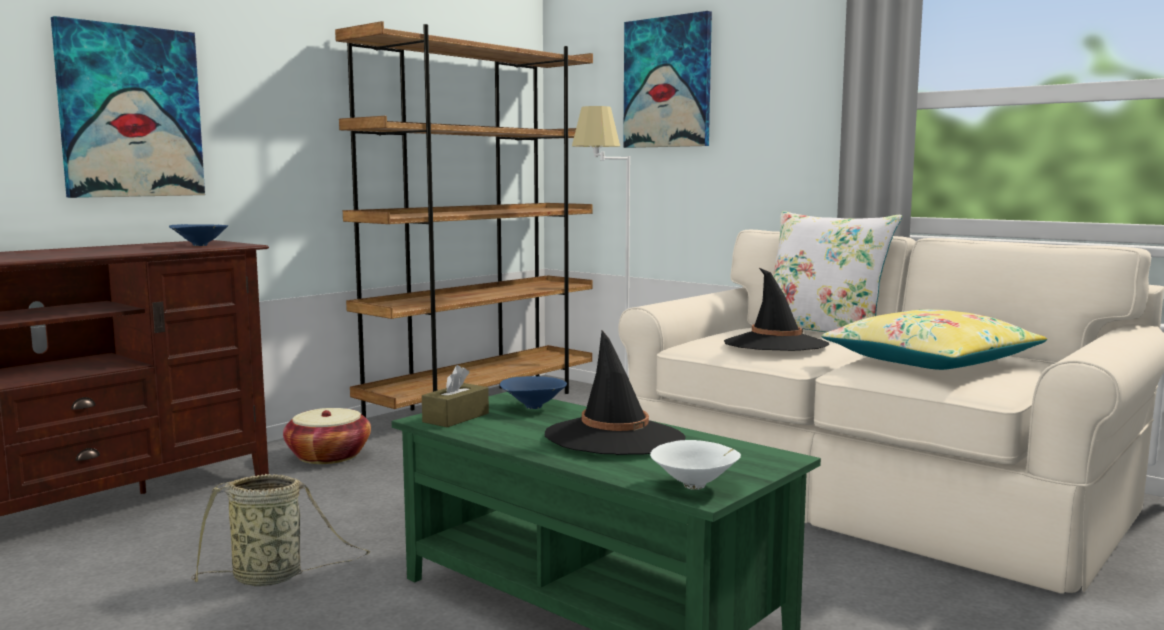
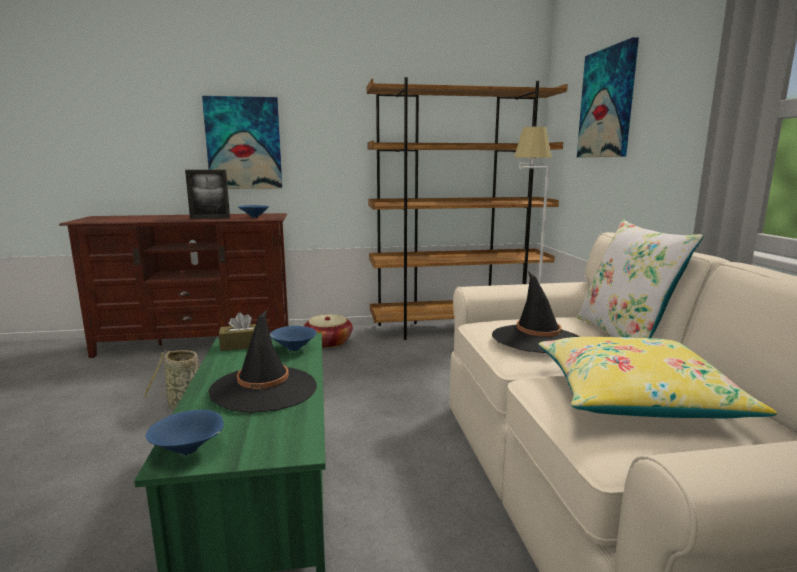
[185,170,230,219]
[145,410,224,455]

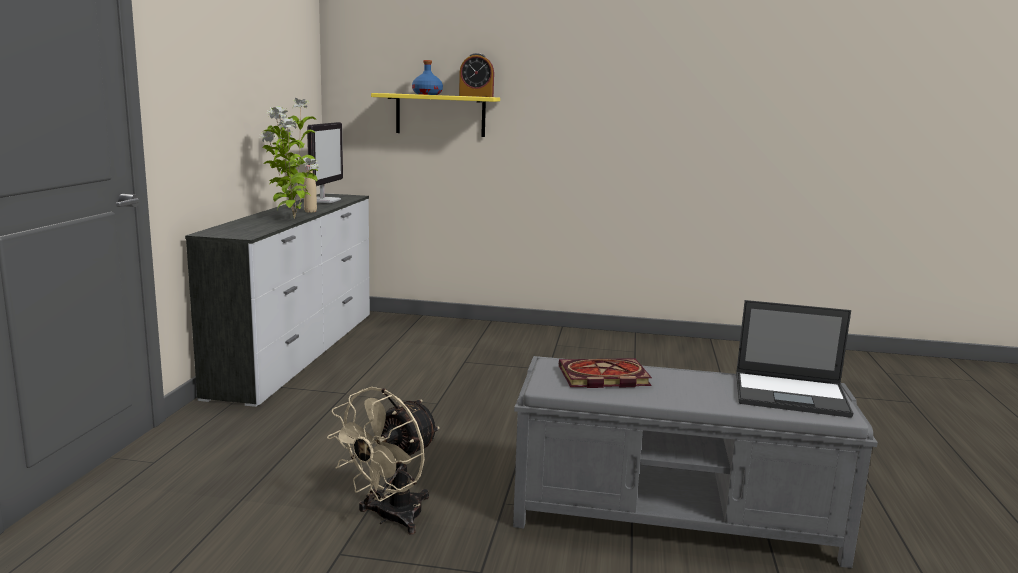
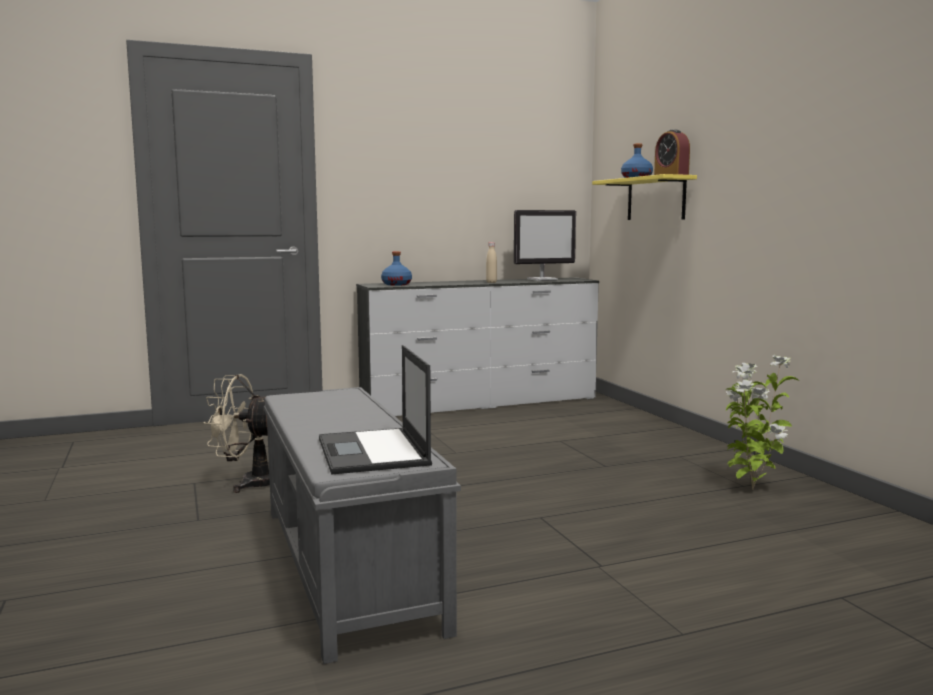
[559,358,652,388] (first image)
[381,251,412,286]
[725,354,799,490]

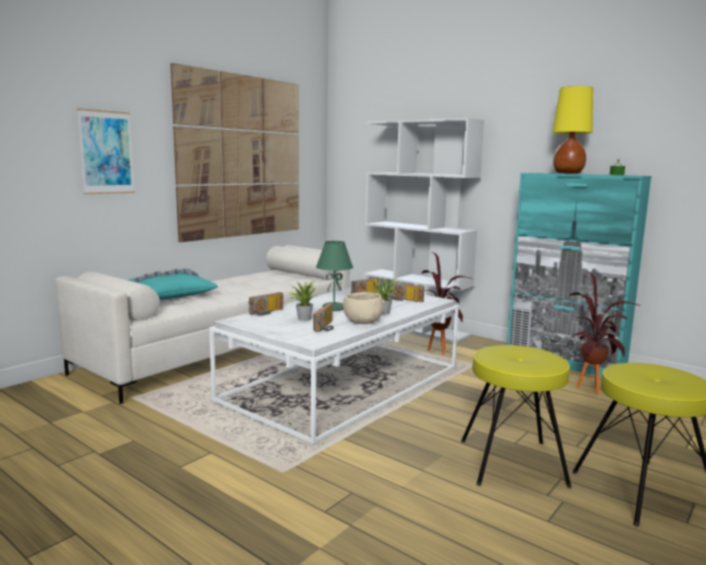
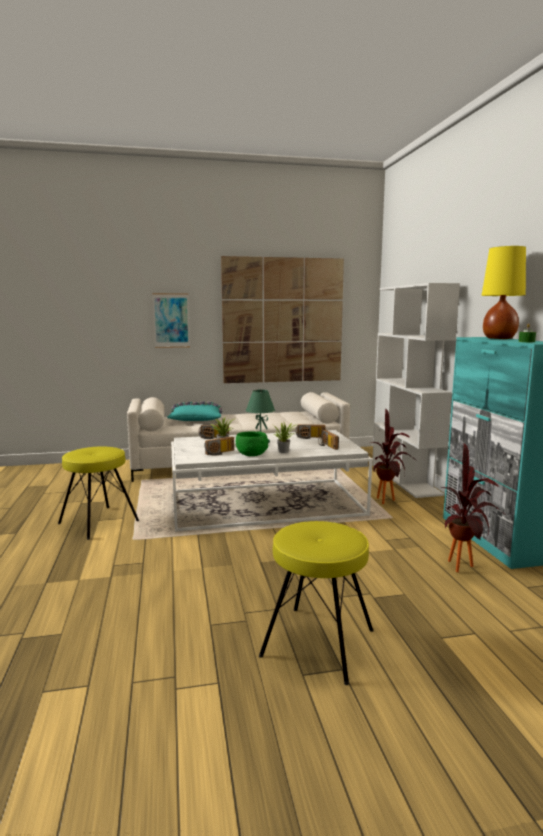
[58,447,139,540]
[236,431,268,456]

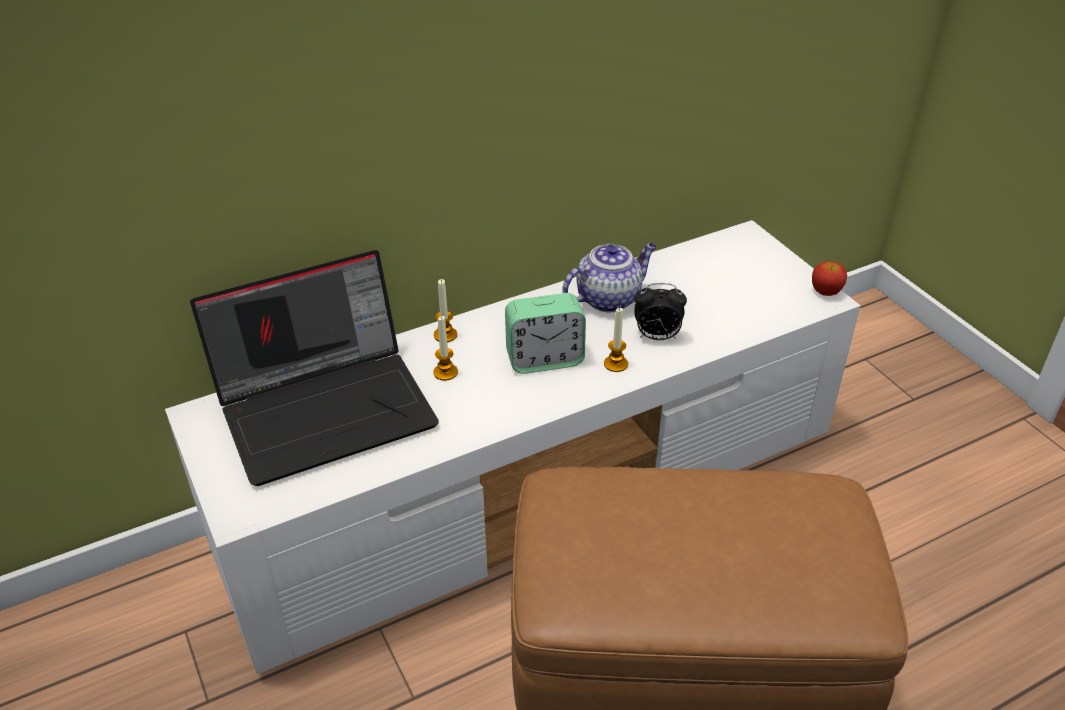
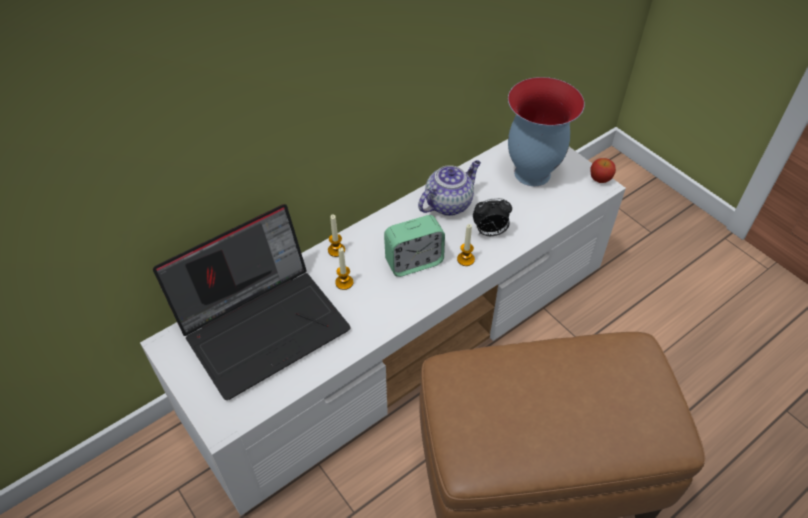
[508,77,585,186]

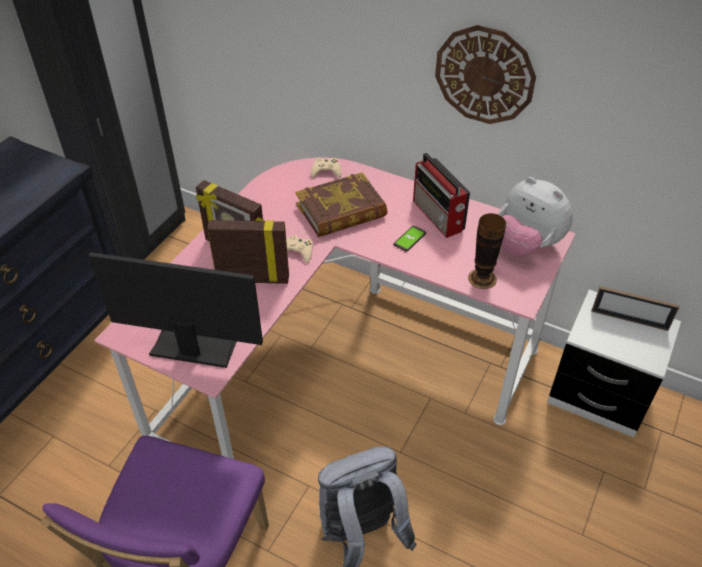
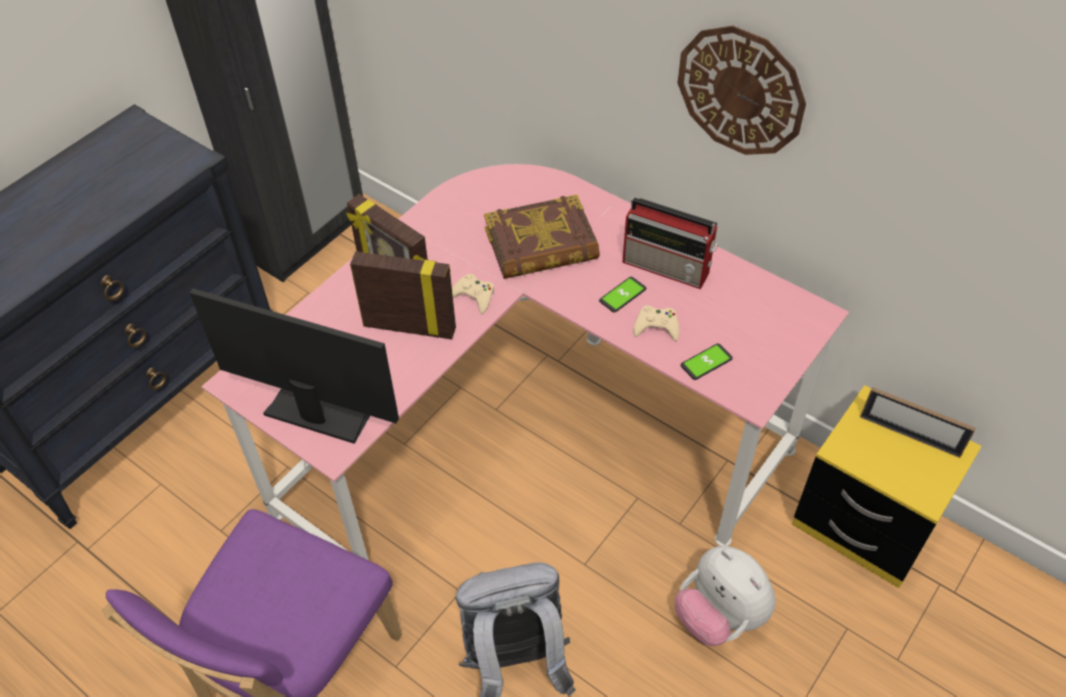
[633,305,679,341]
[675,546,776,646]
[681,344,733,380]
[792,385,982,588]
[622,198,718,289]

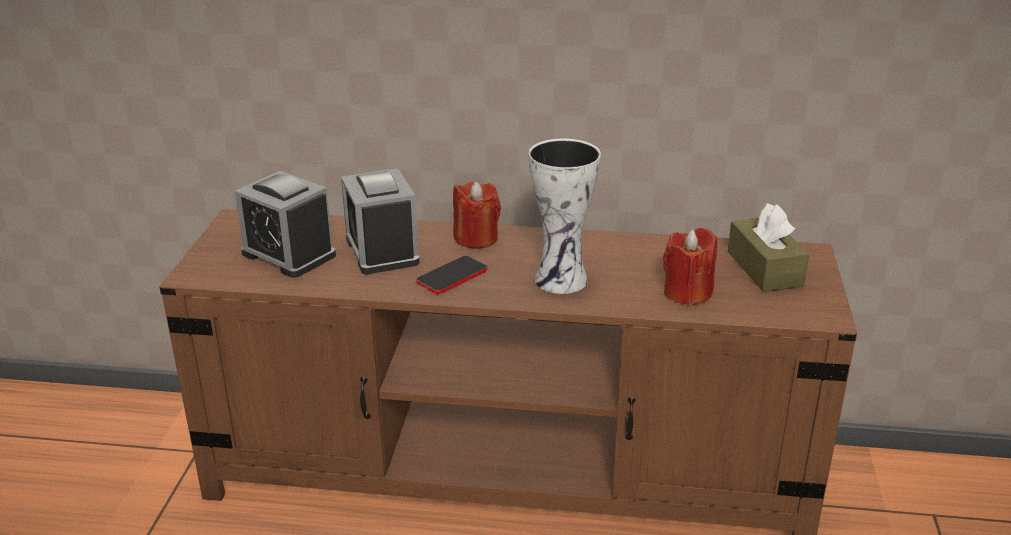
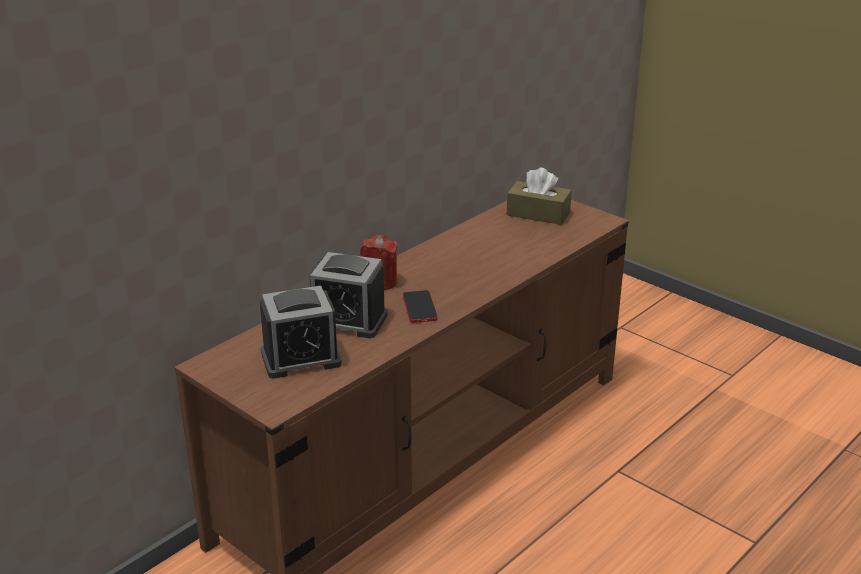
[529,139,601,294] (first image)
[663,228,717,306] (first image)

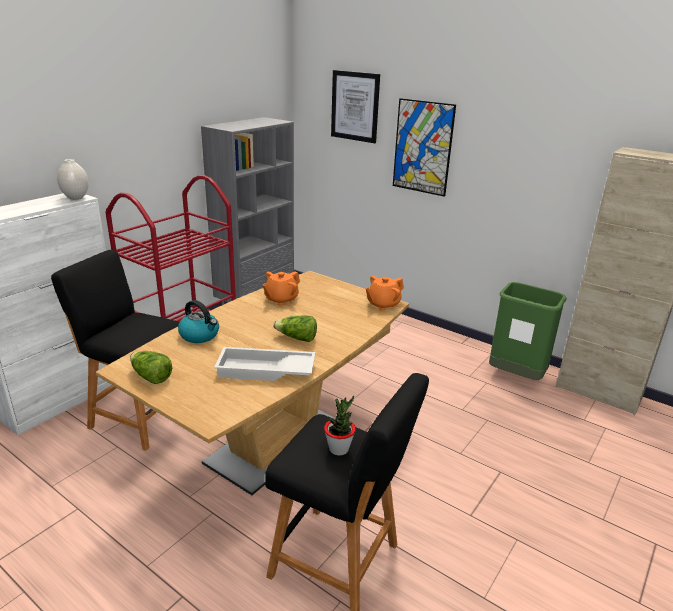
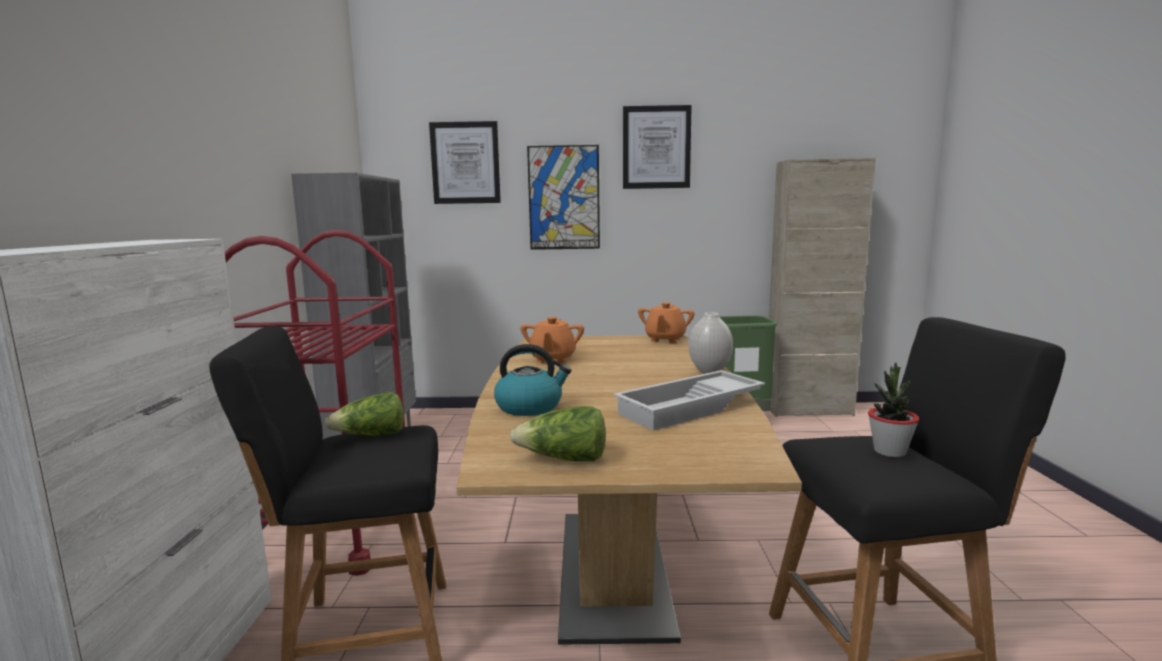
[623,105,692,189]
[688,312,733,374]
[324,392,404,436]

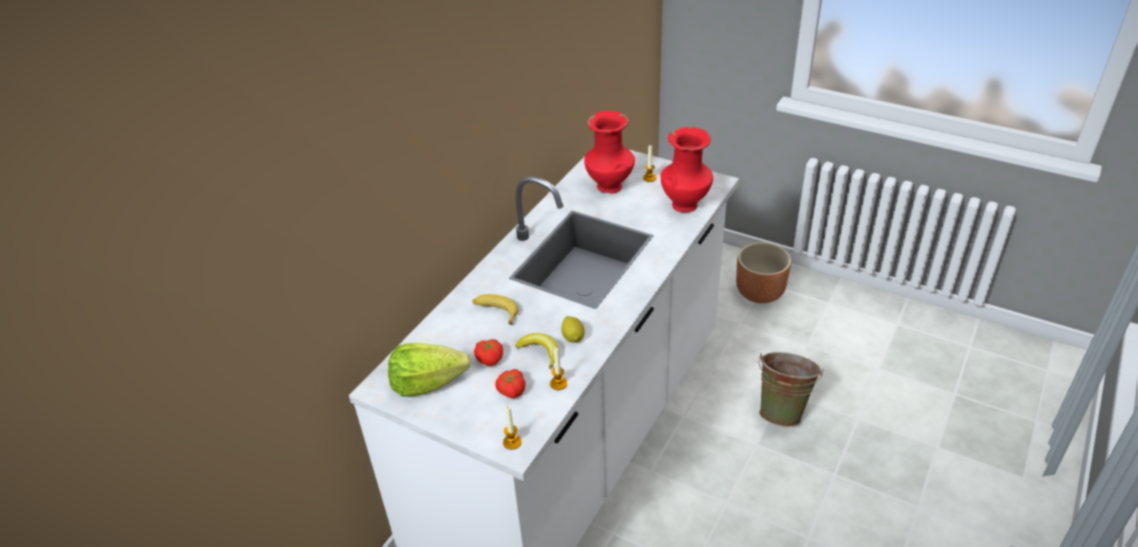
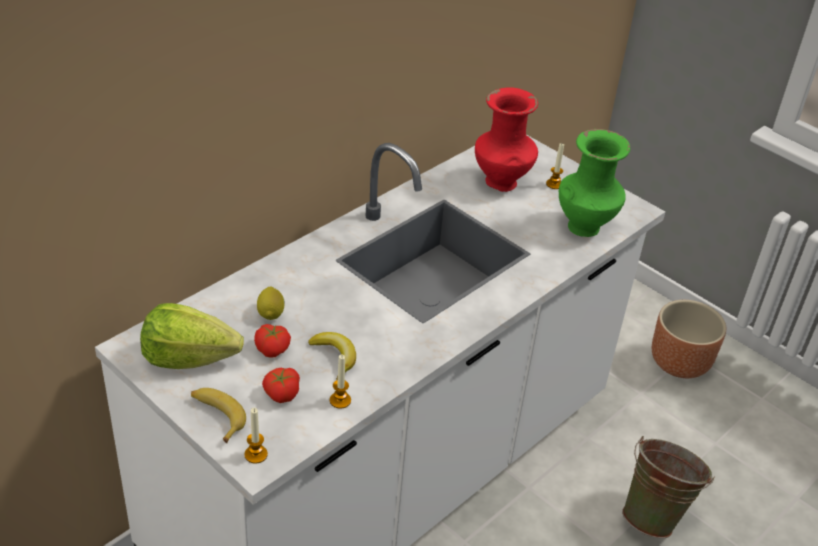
[191,388,246,443]
[257,287,285,320]
[559,129,630,237]

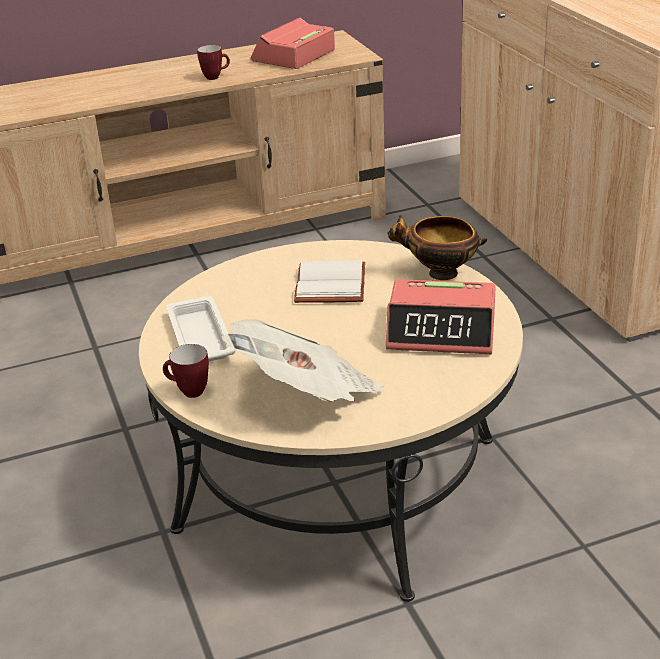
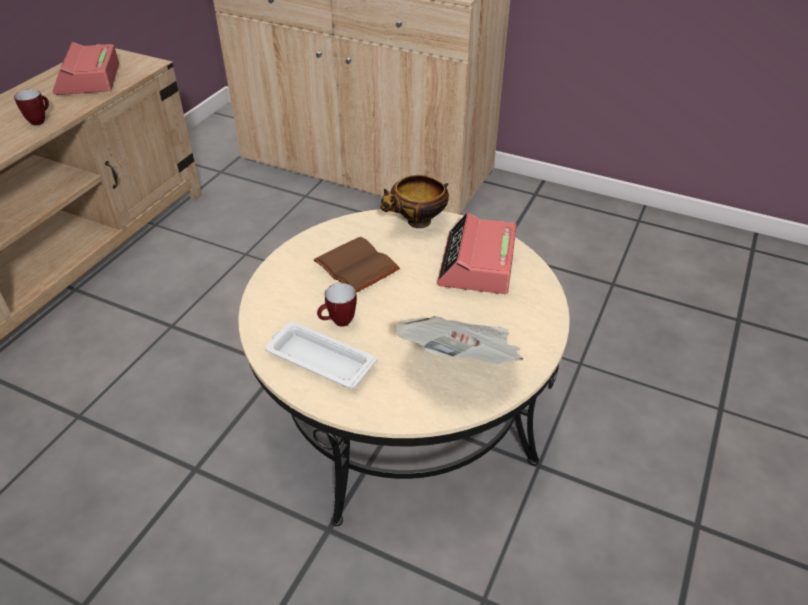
[317,283,357,327]
[313,237,400,293]
[437,212,517,294]

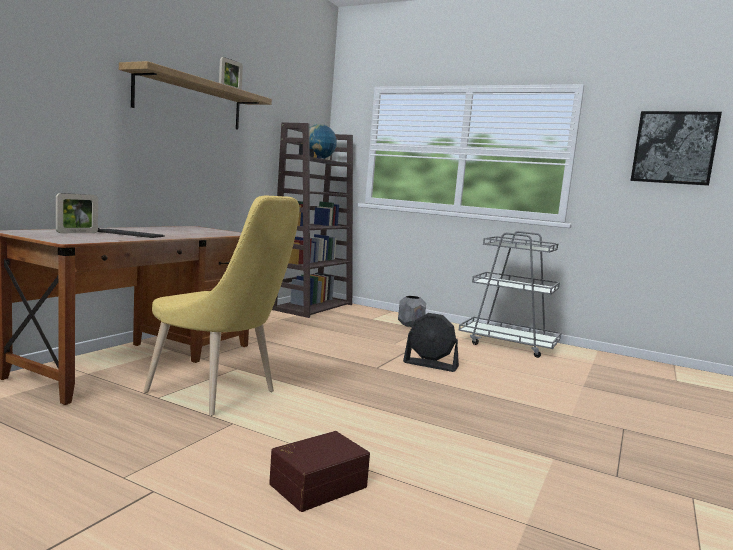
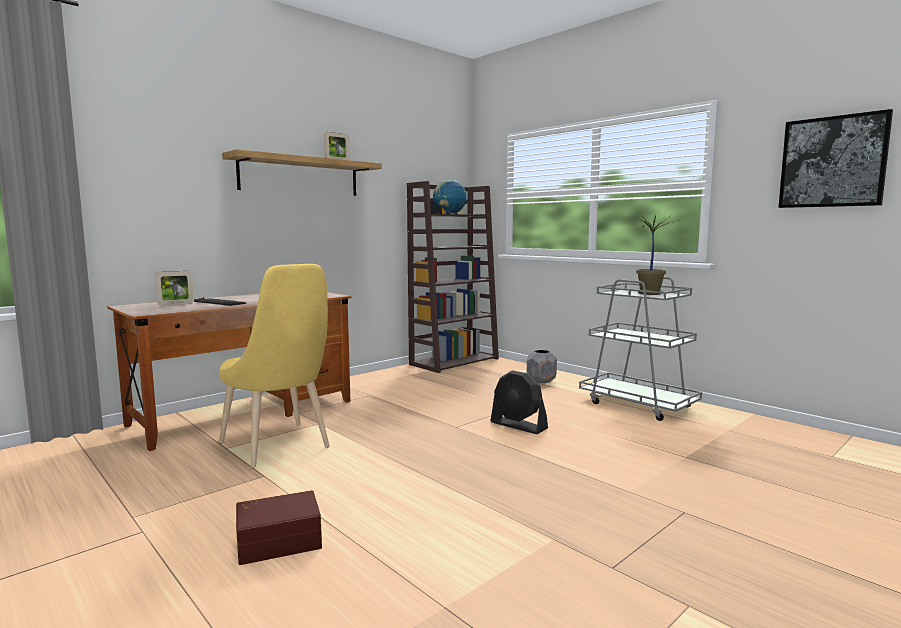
[636,215,679,295]

